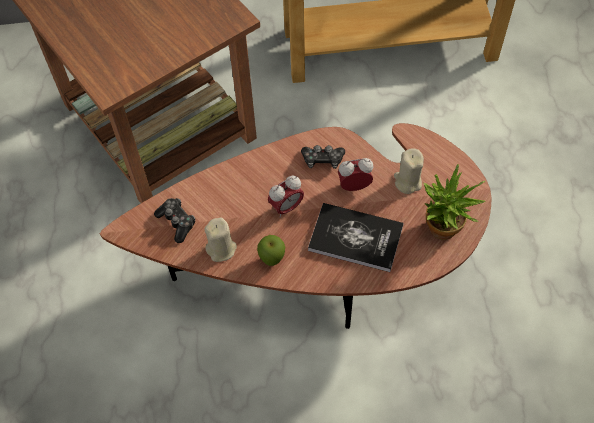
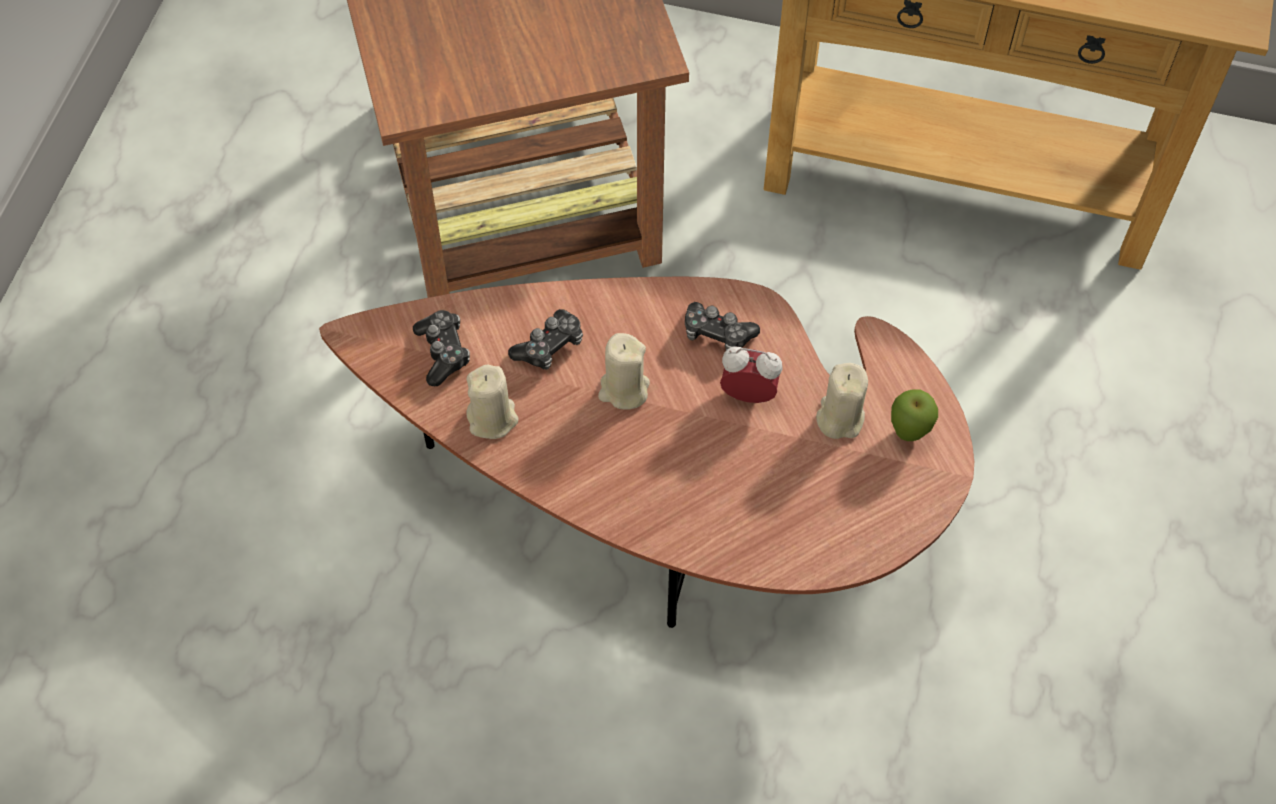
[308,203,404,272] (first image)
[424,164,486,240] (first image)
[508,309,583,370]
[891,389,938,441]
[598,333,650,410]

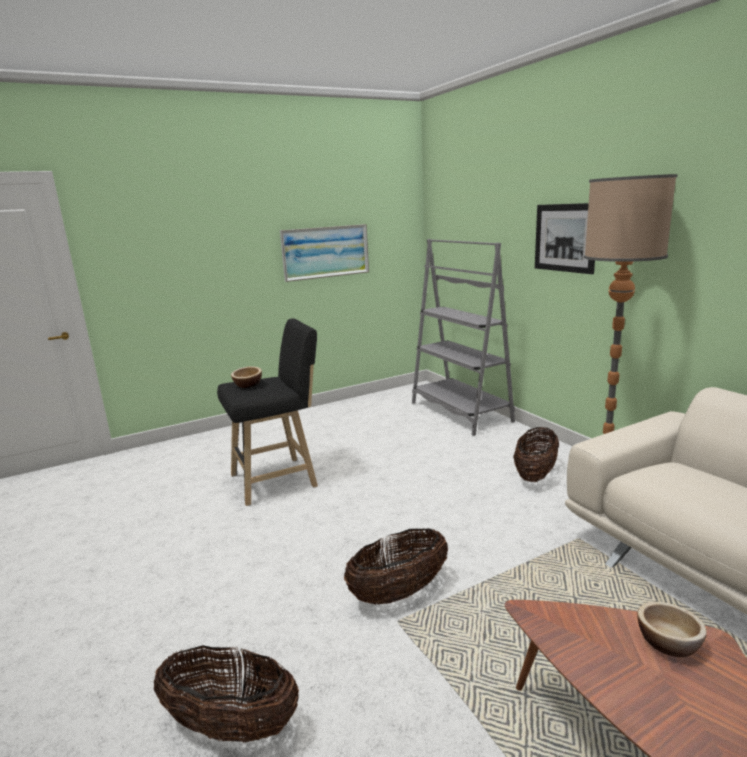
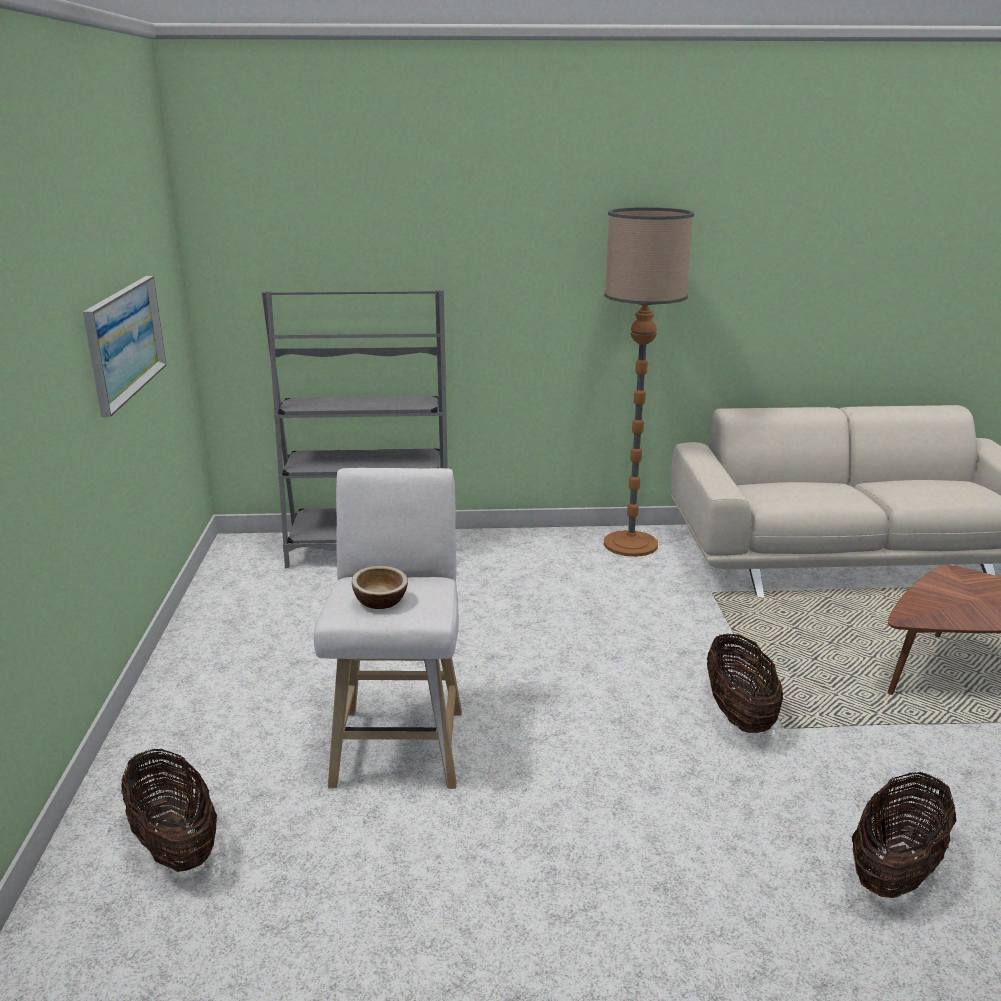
[535,203,595,274] (first image)
[637,602,707,657] (first image)
[121,748,217,872]
[314,468,462,789]

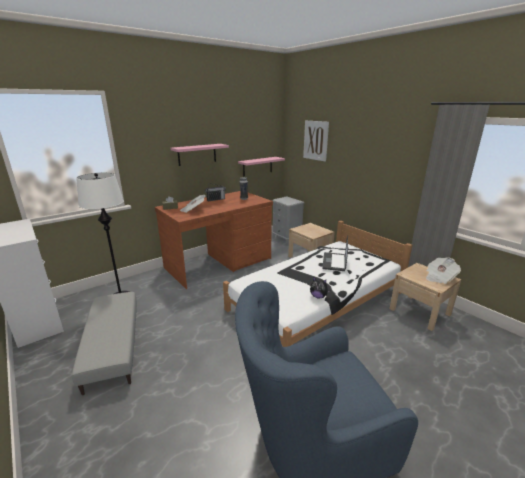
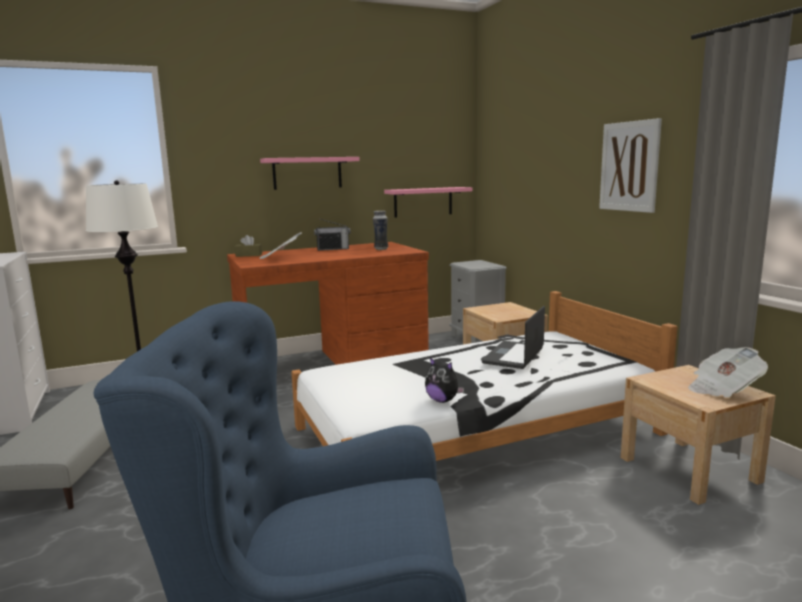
[599,118,662,213]

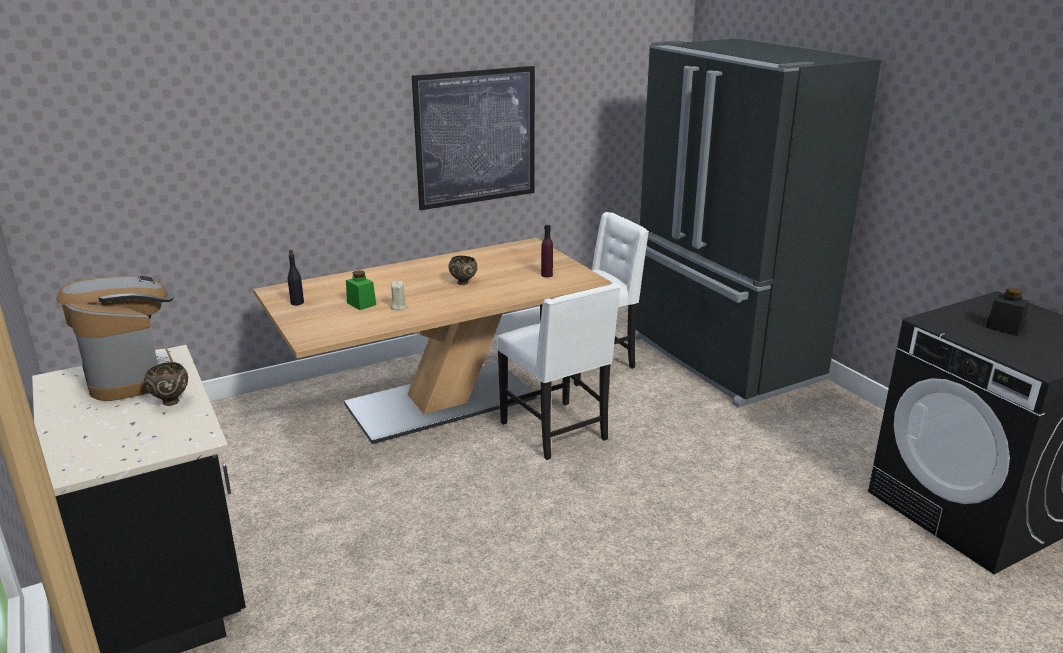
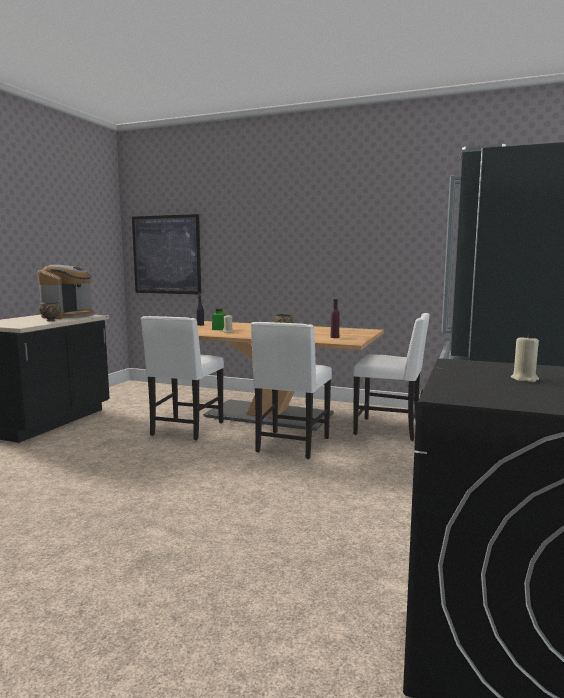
[141,316,224,440]
[132,214,201,294]
[511,335,539,382]

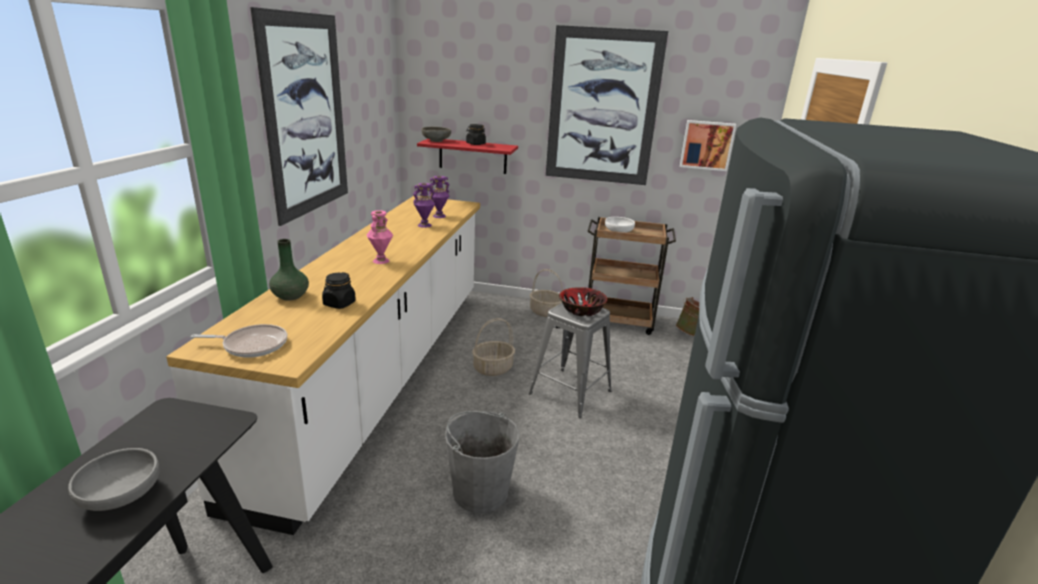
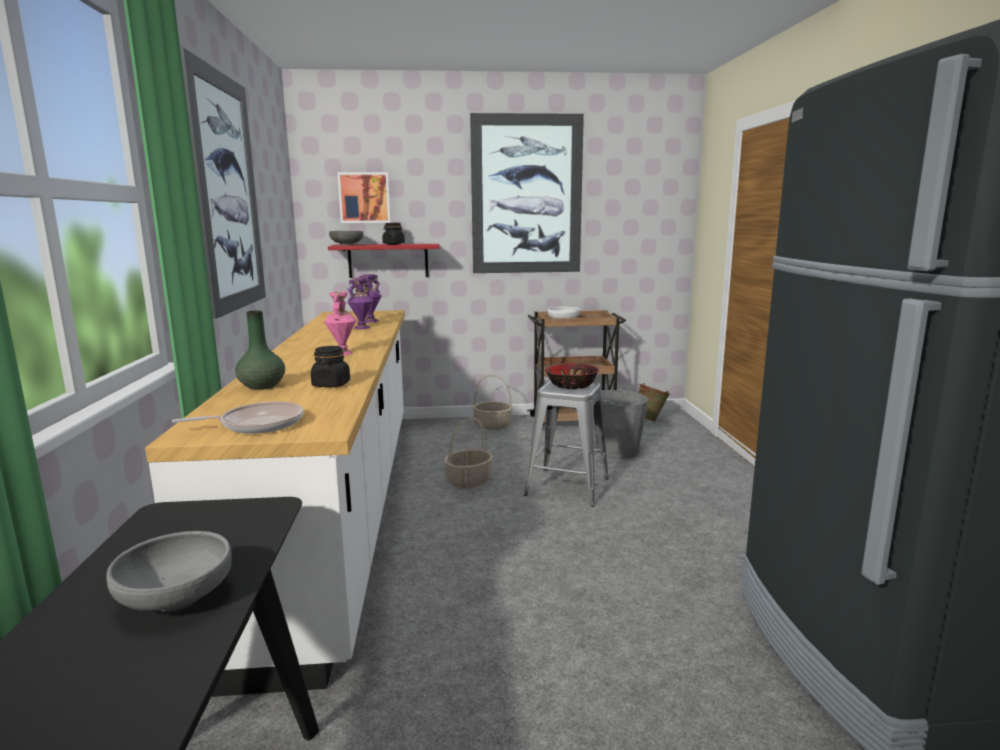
[594,387,648,459]
[337,172,391,223]

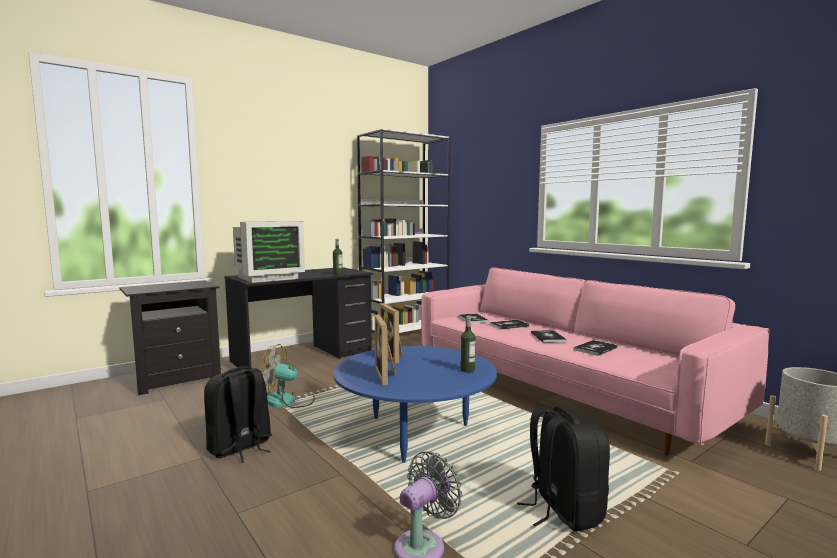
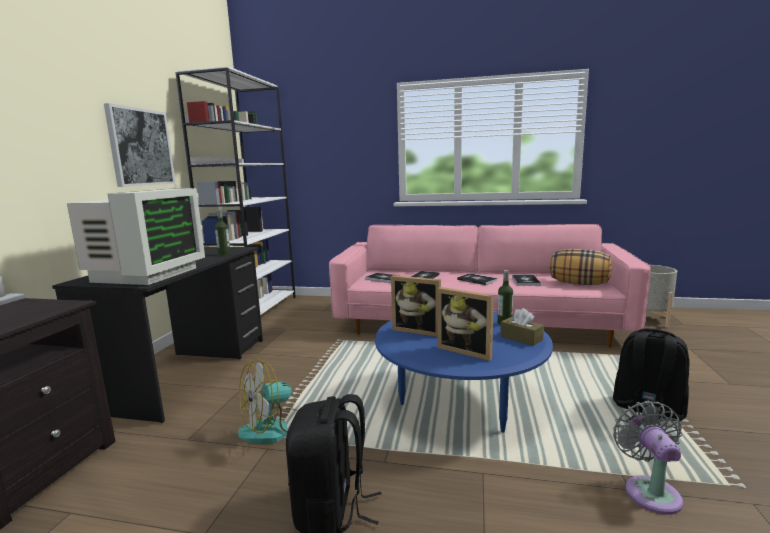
[104,103,176,187]
[500,308,544,346]
[550,249,612,285]

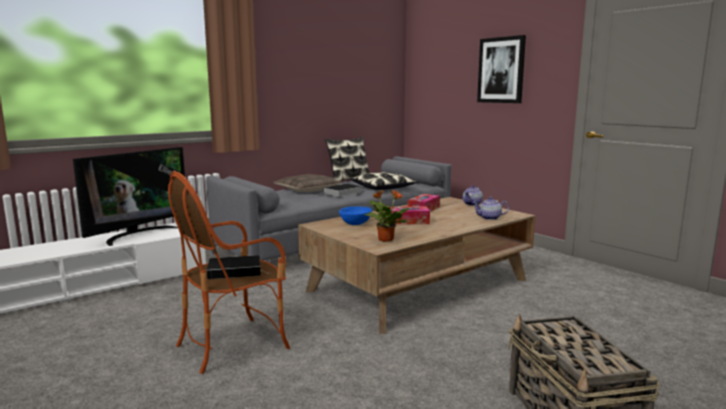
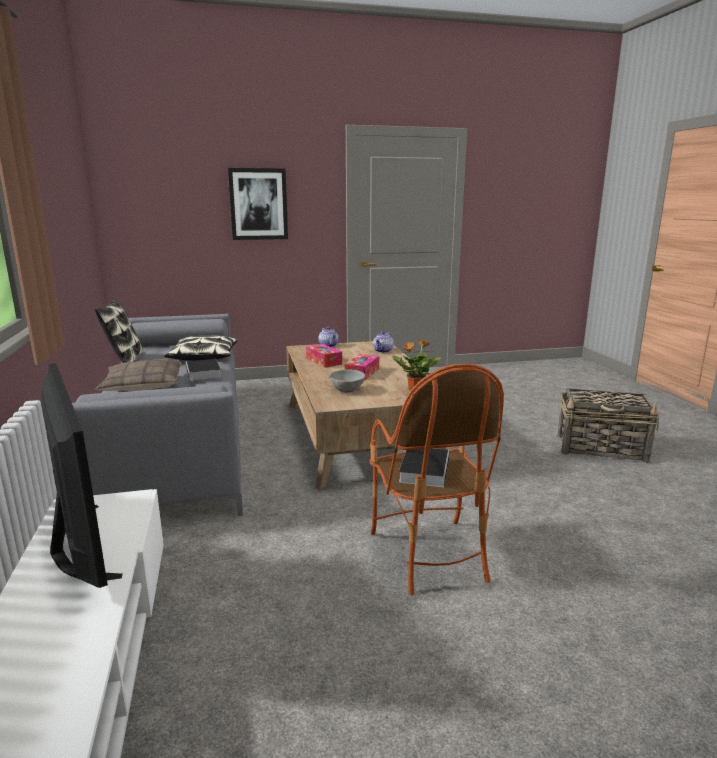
[329,369,366,393]

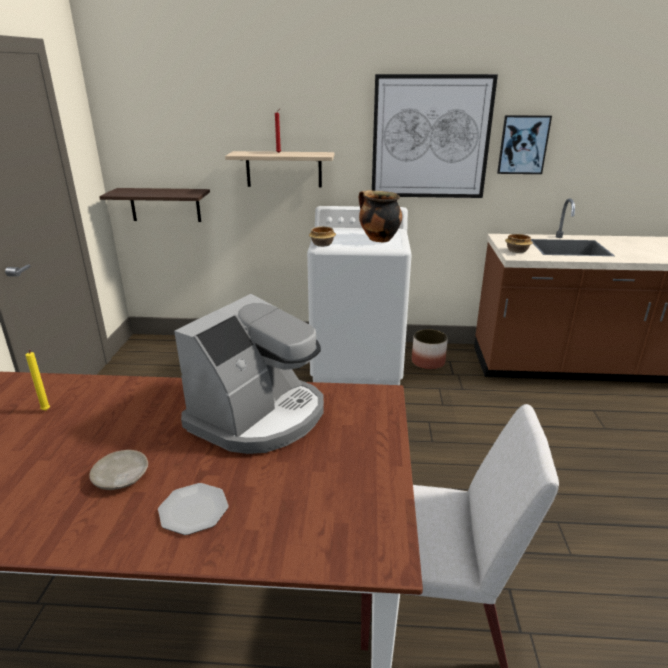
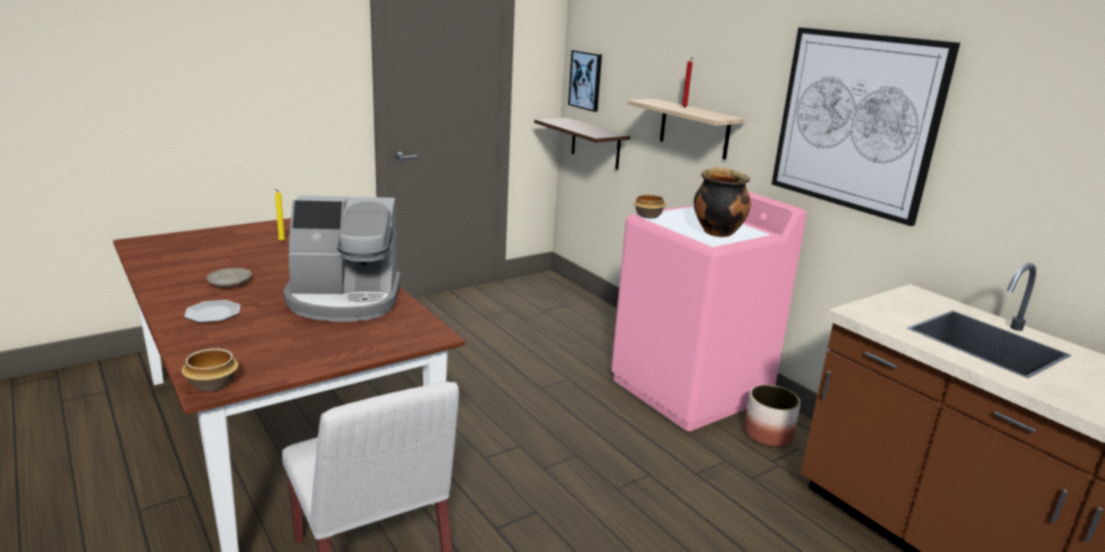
[568,50,602,112]
[181,348,239,392]
[611,192,807,431]

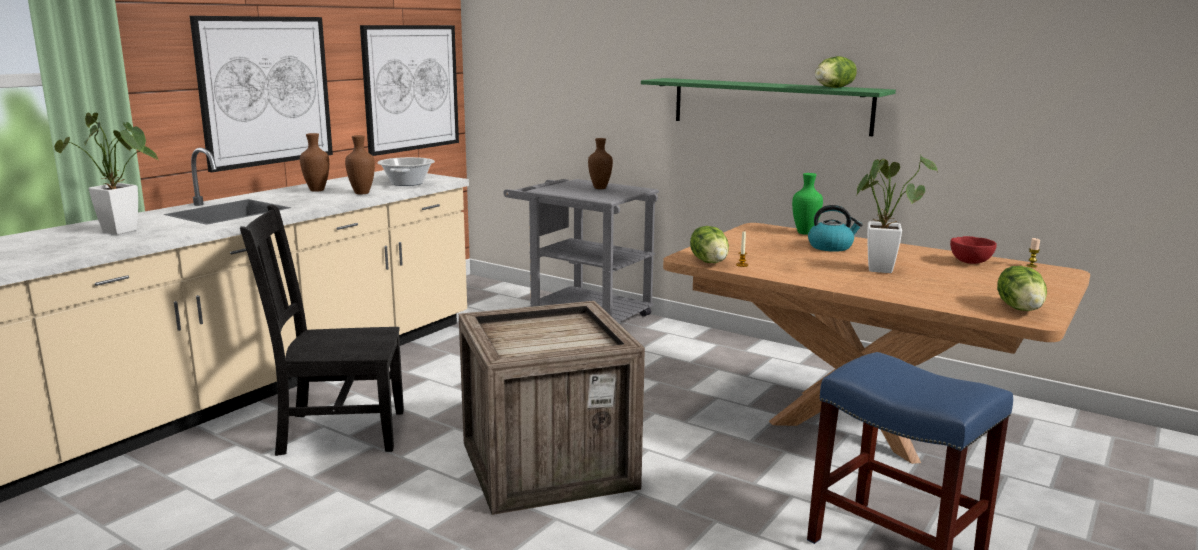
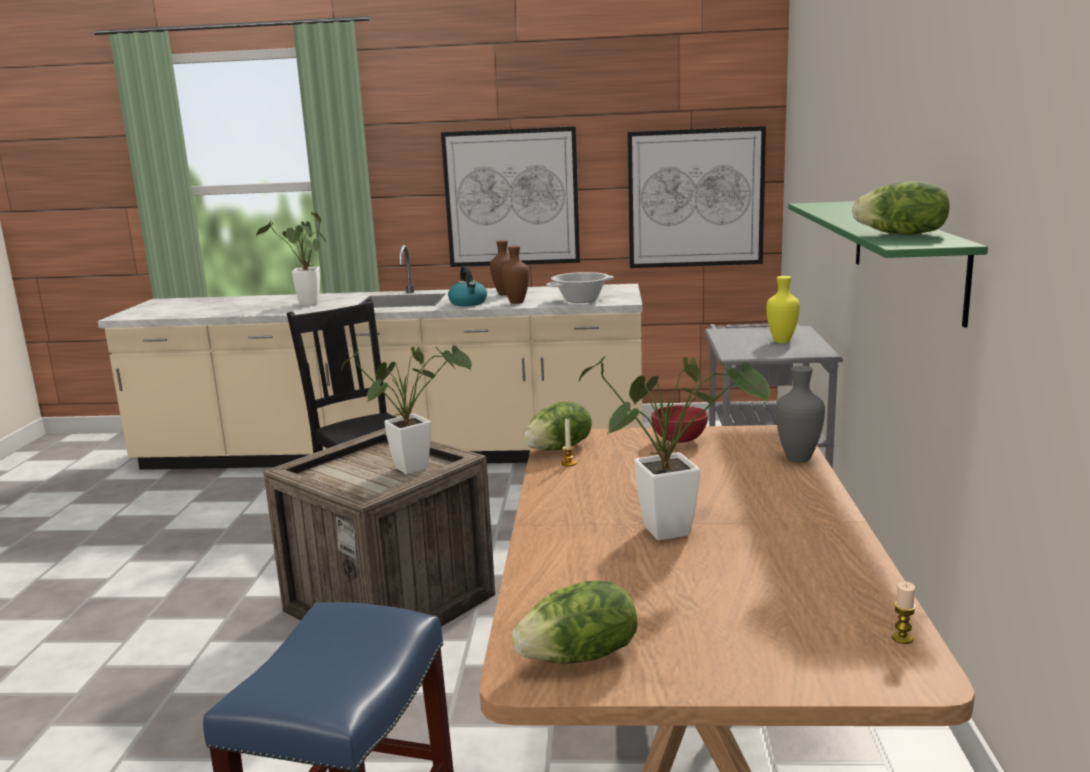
[342,346,472,474]
[448,266,487,306]
[651,406,708,443]
[766,276,800,343]
[776,366,825,463]

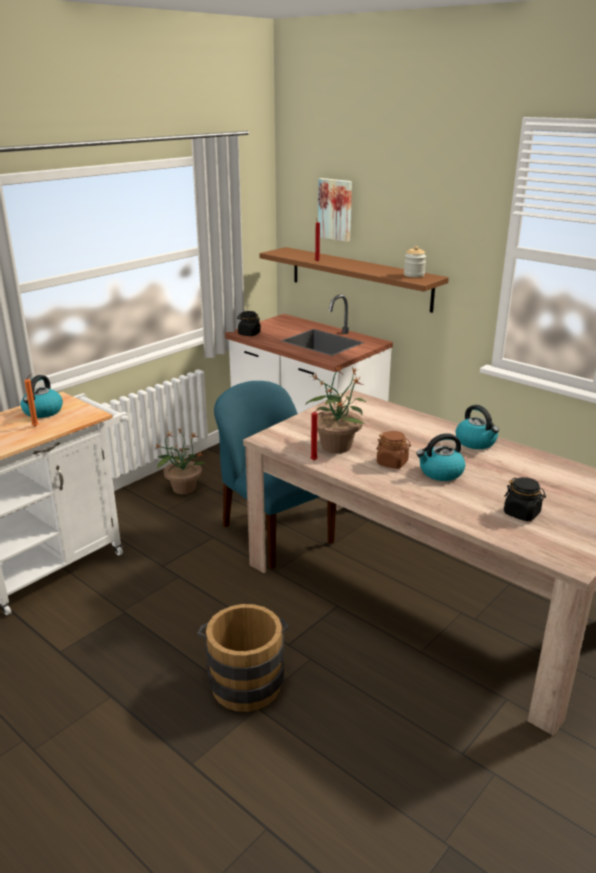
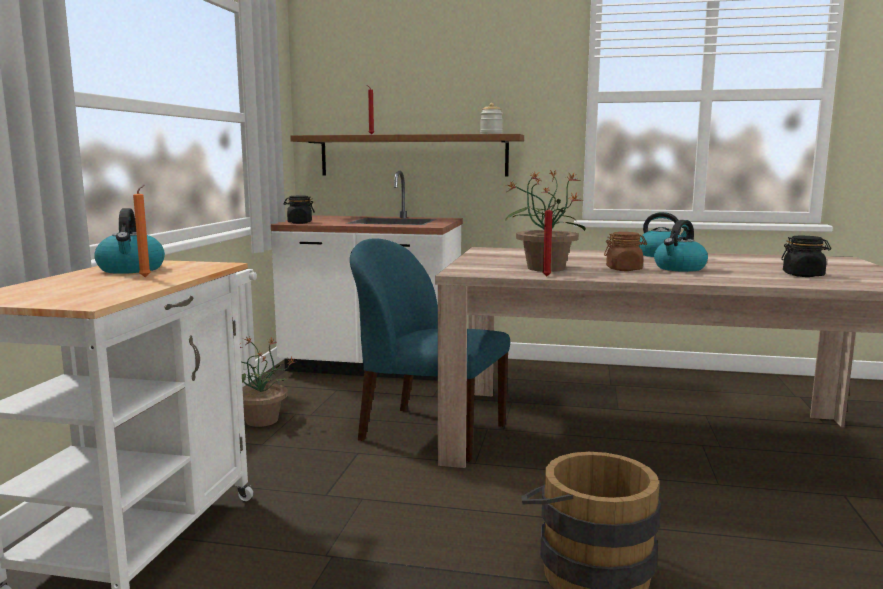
[318,178,352,242] (first image)

